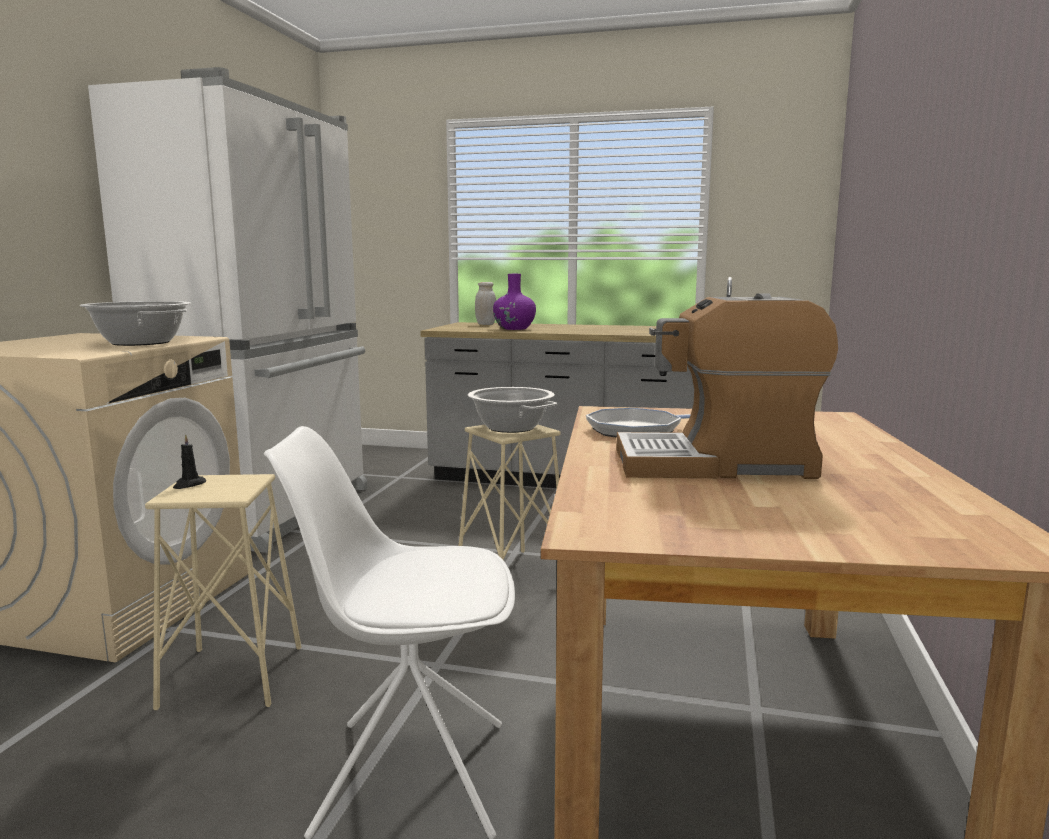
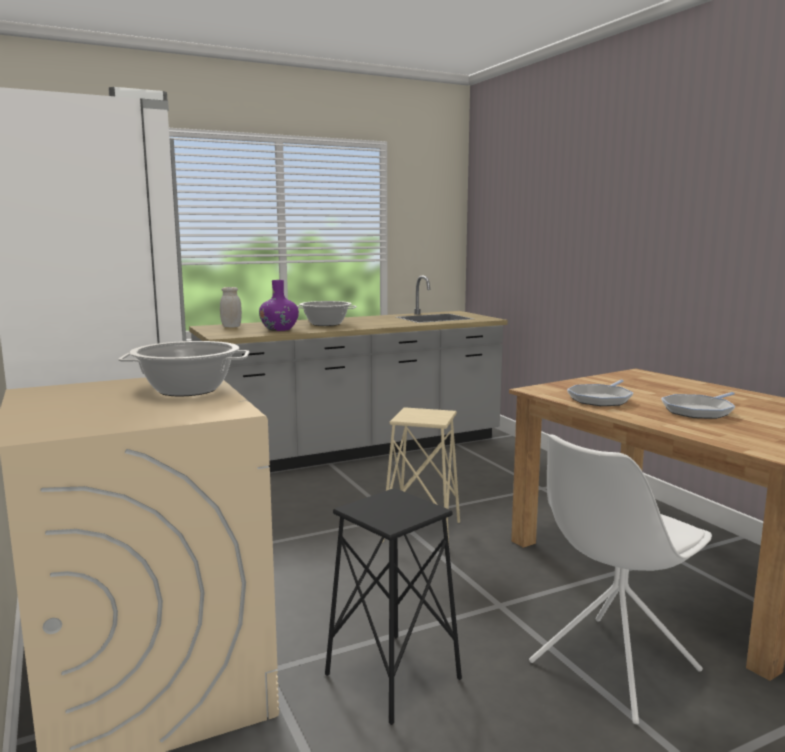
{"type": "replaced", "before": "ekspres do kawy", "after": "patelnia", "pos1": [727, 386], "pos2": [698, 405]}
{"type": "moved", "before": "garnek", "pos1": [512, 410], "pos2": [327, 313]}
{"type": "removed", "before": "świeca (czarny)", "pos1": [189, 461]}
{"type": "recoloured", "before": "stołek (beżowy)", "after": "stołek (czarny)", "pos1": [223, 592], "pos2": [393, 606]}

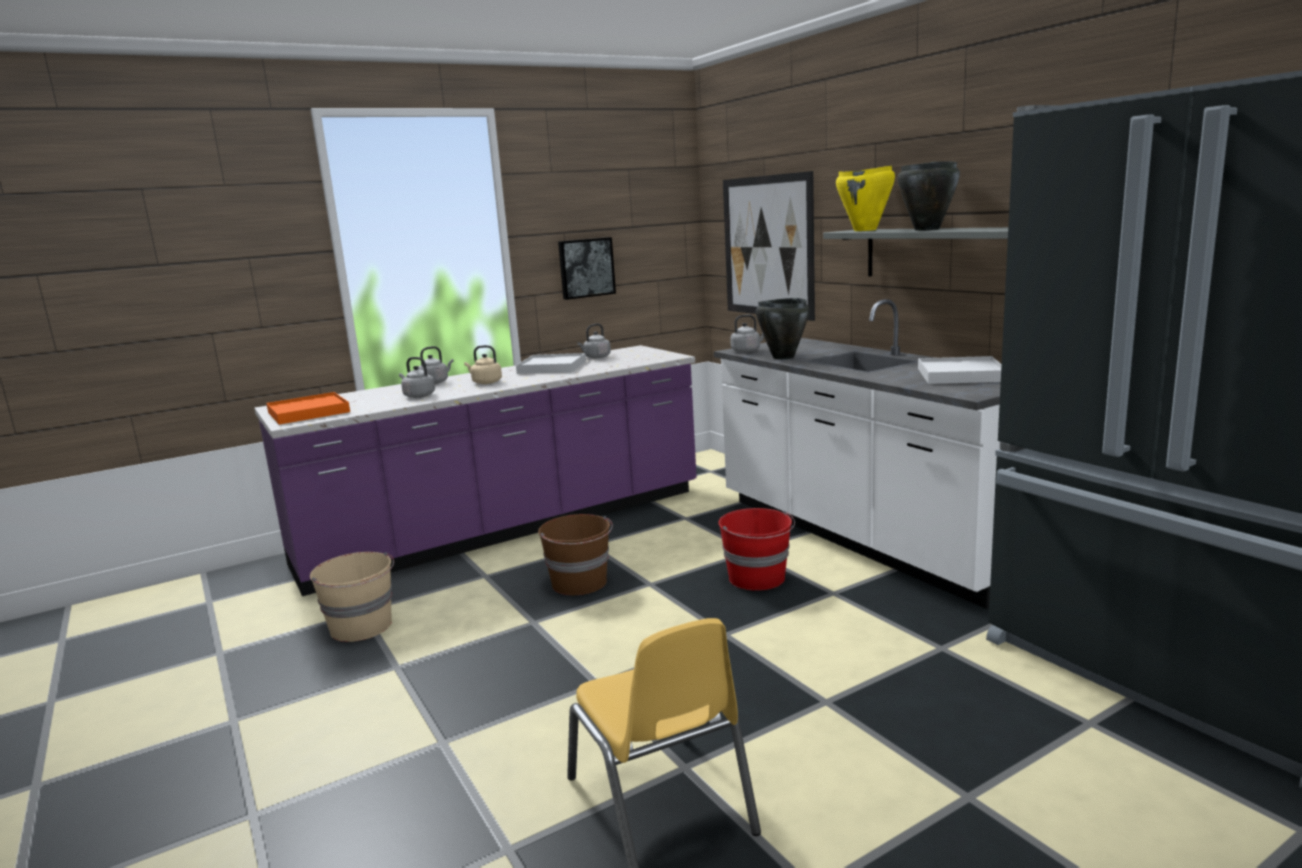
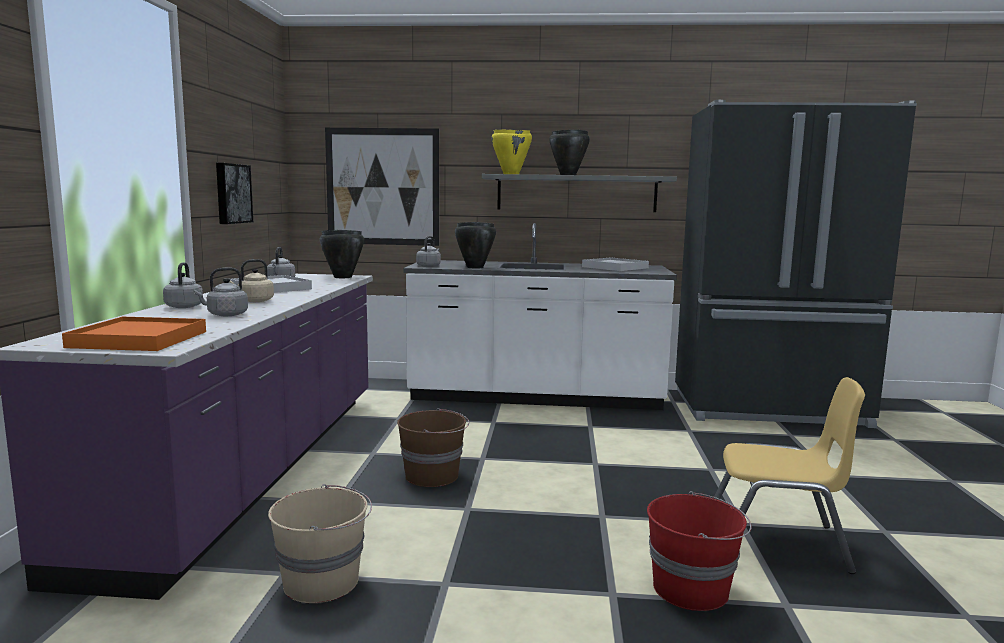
{"type": "moved", "before": "wiadro (czerwony)", "pos1": [756, 549], "pos2": [699, 551]}
{"type": "added", "after": "garnek (czarny)", "pos2": [342, 254]}

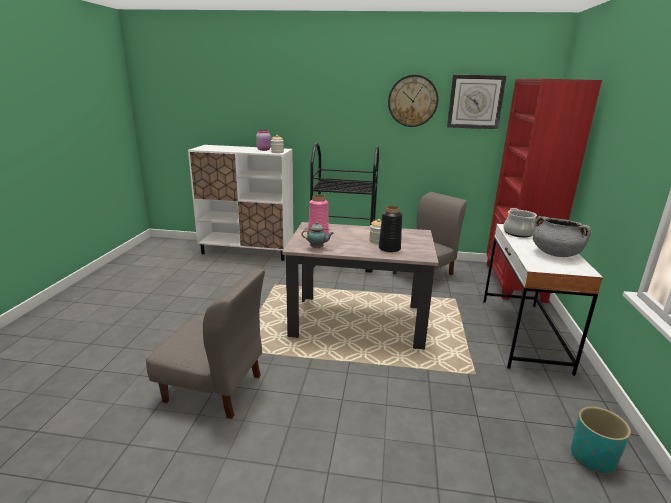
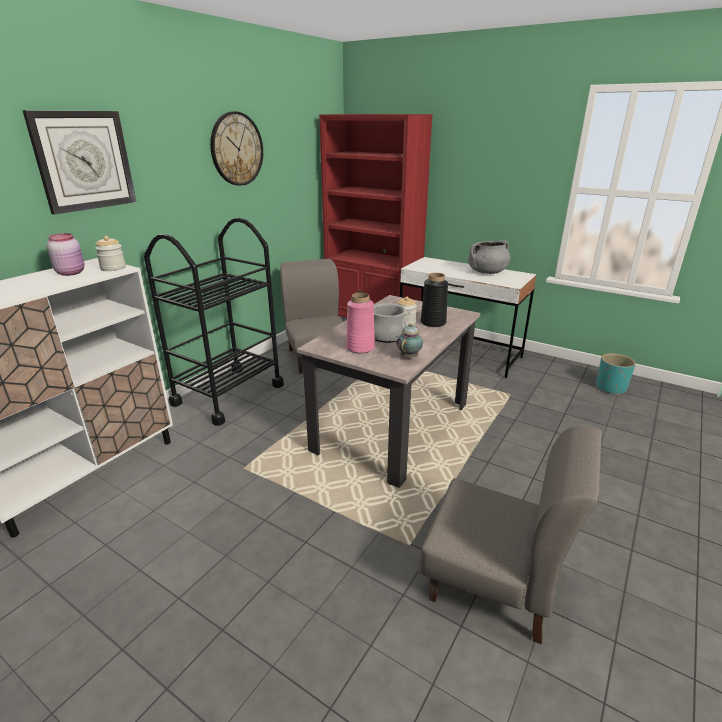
{"type": "moved", "before": "zegar ścienny", "pos1": [476, 101], "pos2": [79, 162]}
{"type": "moved", "before": "garnek", "pos1": [520, 222], "pos2": [393, 323]}
{"type": "turned", "before": "krzesło (szary)", "pos1": [205, 344], "pos2": [510, 535], "turn": 75}

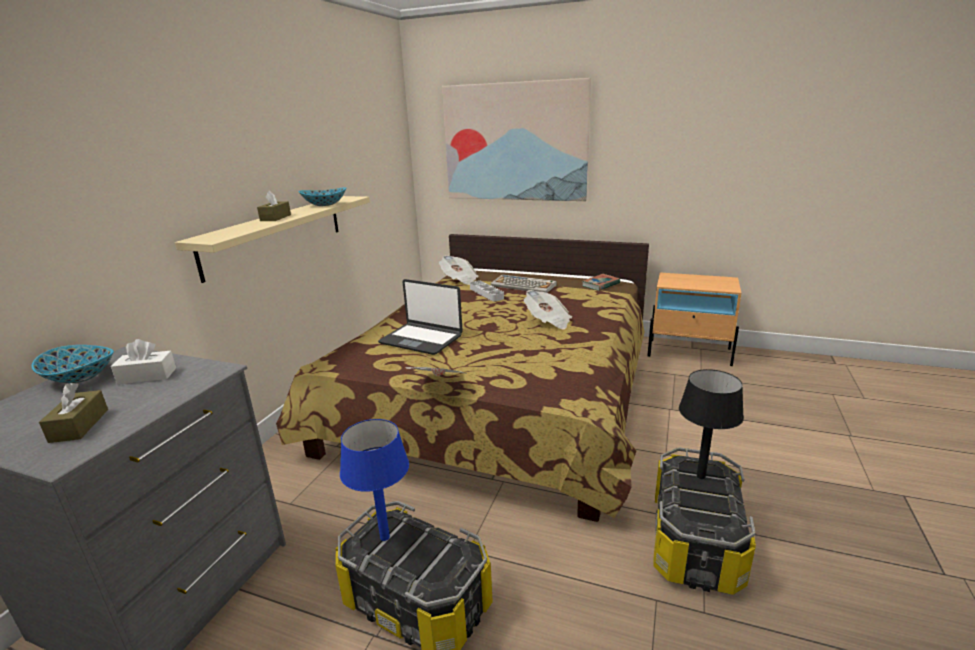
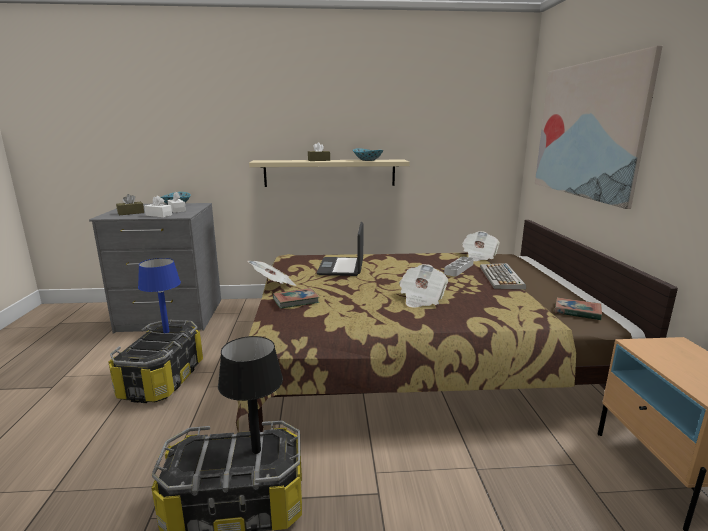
{"type": "added", "after": "pudełko chusteczek (biały)", "pos2": [158, 206]}
{"type": "added", "after": "książka", "pos2": [296, 298]}

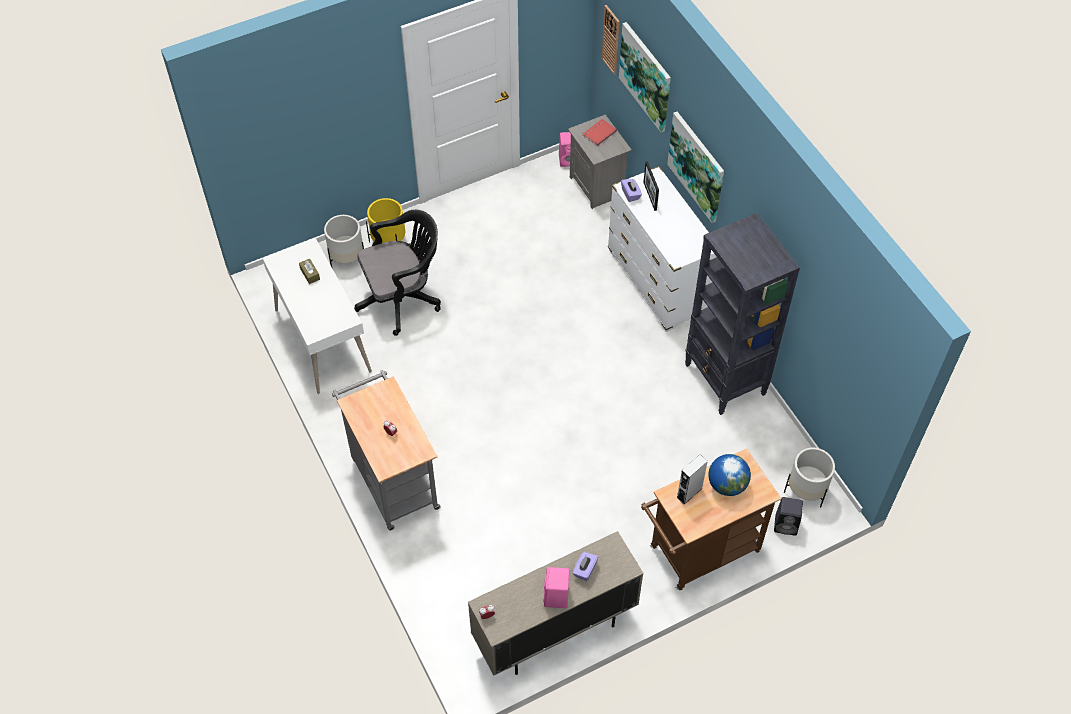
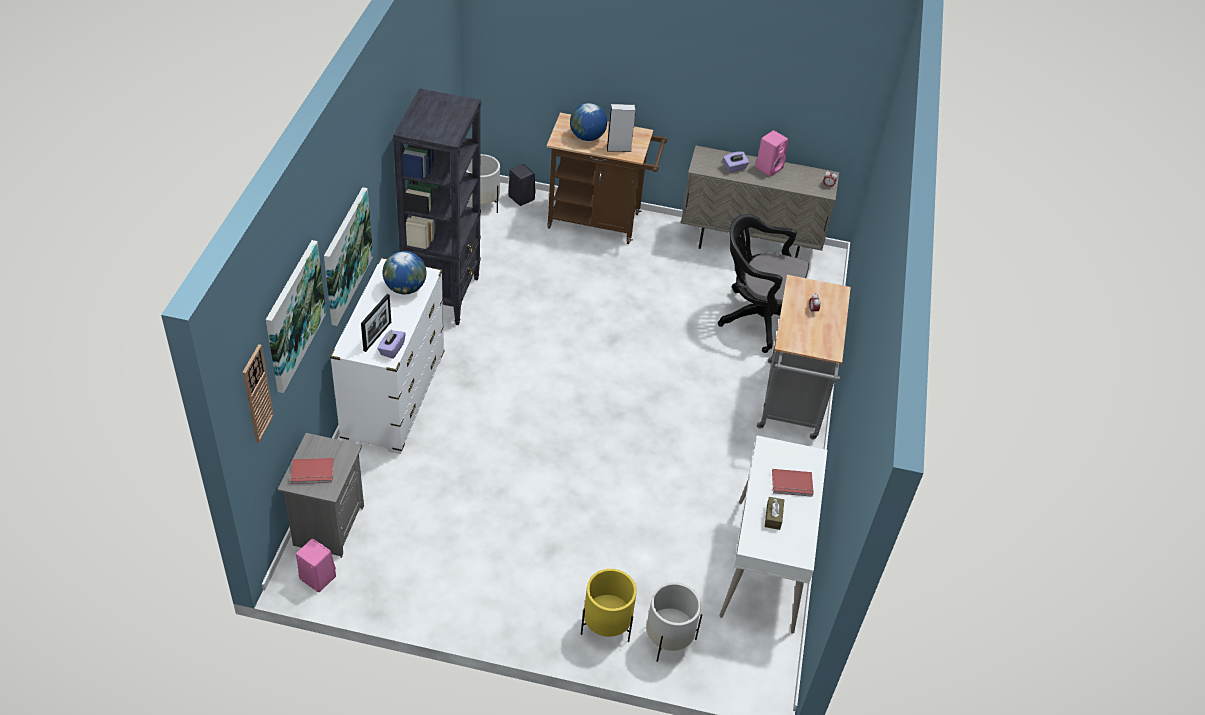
{"type": "moved", "before": "krzesło biurowe (czarny)", "pos1": [397, 273], "pos2": [763, 283]}
{"type": "added", "after": "globus", "pos2": [404, 272]}
{"type": "added", "after": "książka (czerwony)", "pos2": [793, 483]}

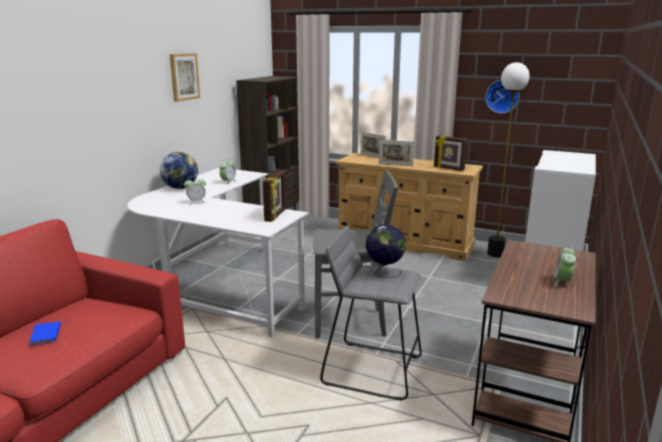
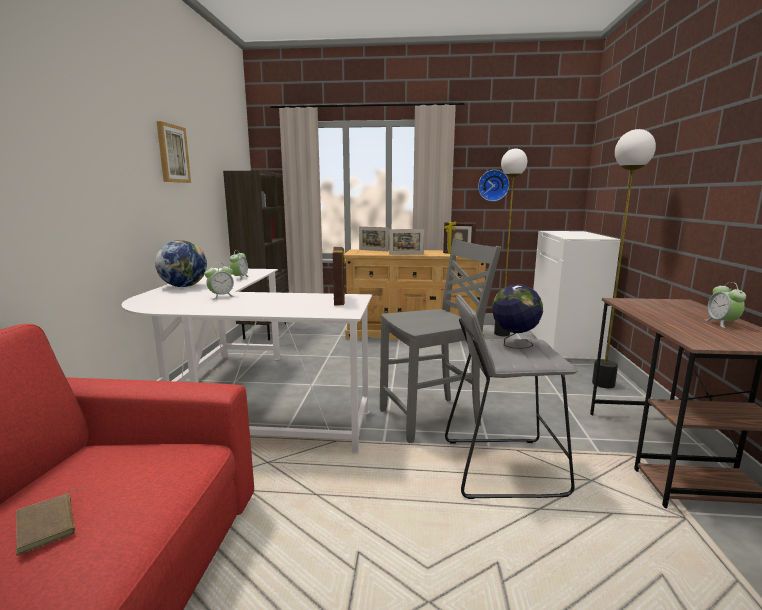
{"type": "recoloured", "before": "książka (niebieski)", "after": "książka (brązowy)", "pos1": [47, 332], "pos2": [50, 522]}
{"type": "added", "after": "lampa stojąca", "pos2": [624, 258]}

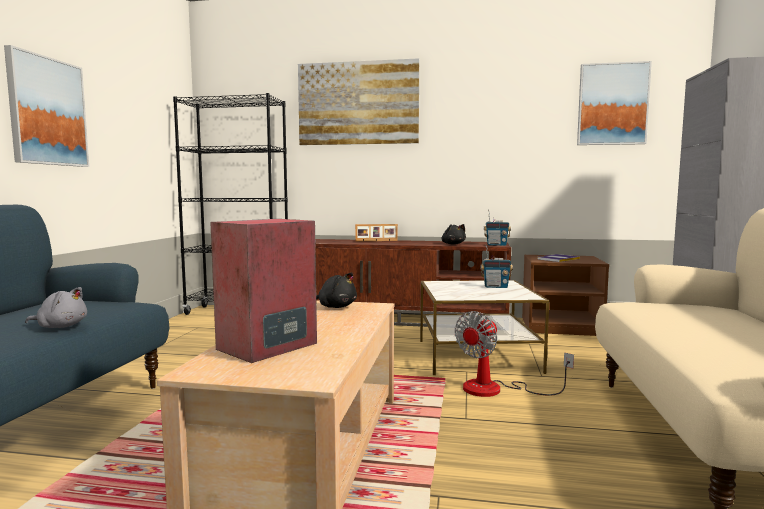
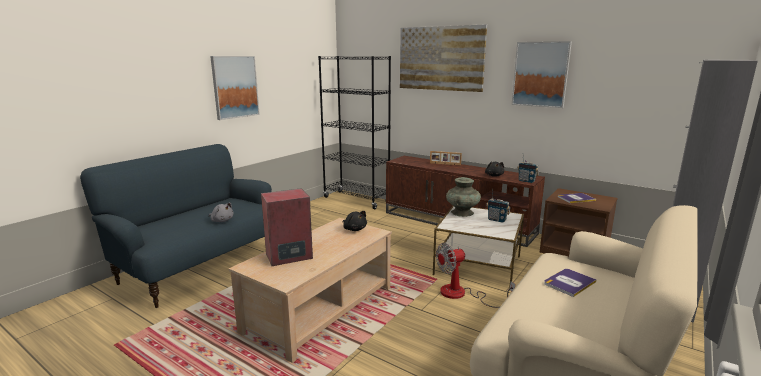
{"type": "moved", "before": "obraz", "pos1": [614, 103], "pos2": [542, 74]}
{"type": "added", "after": "wazon (turkusowy)", "pos2": [463, 197]}
{"type": "added", "after": "książka", "pos2": [570, 283]}

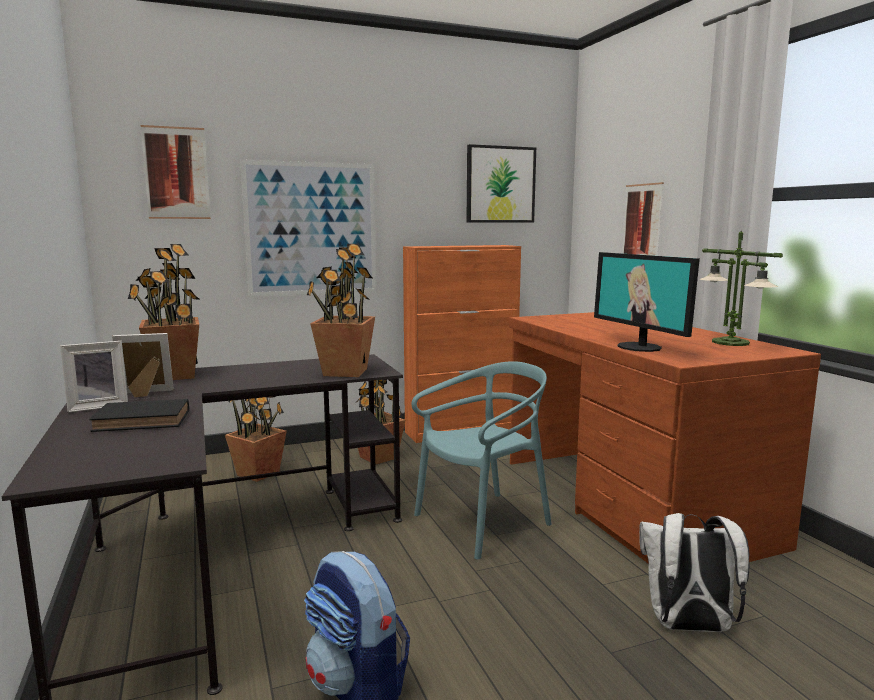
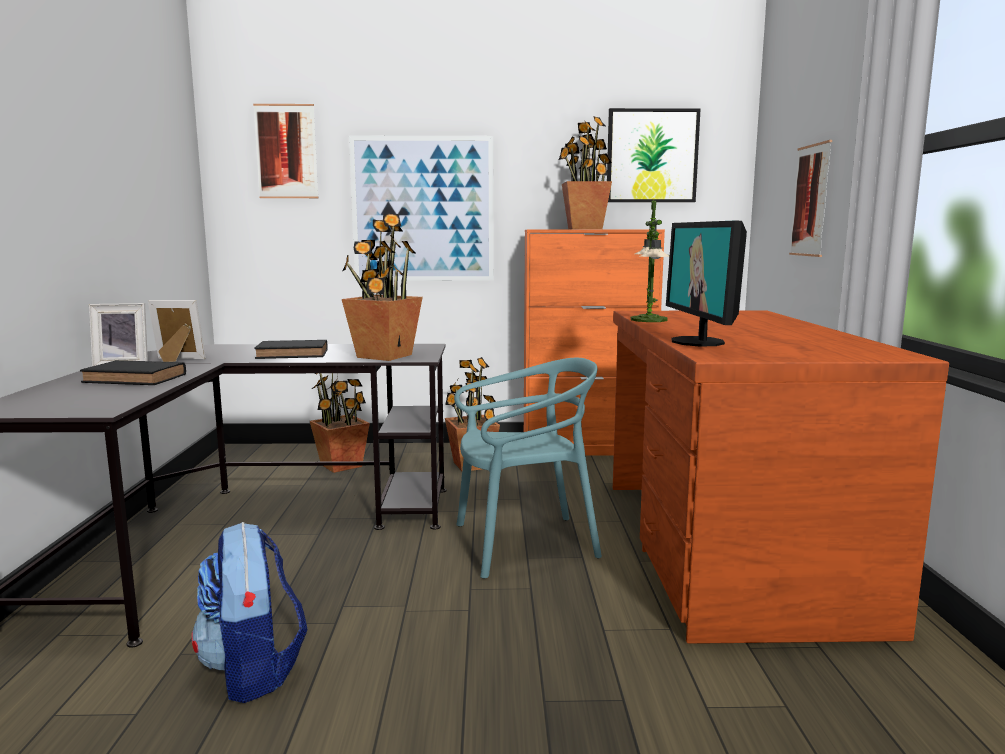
{"type": "moved", "before": "lampa stołowa", "pos1": [741, 288], "pos2": [650, 261]}
{"type": "moved", "before": "roślina doniczkowa", "pos1": [163, 312], "pos2": [585, 172]}
{"type": "removed", "before": "plecak (biały)", "pos1": [694, 572]}
{"type": "added", "after": "książka (czarny)", "pos2": [291, 349]}

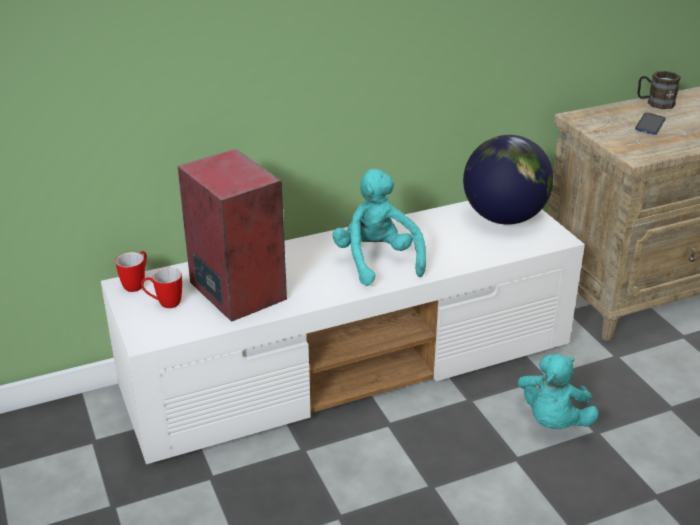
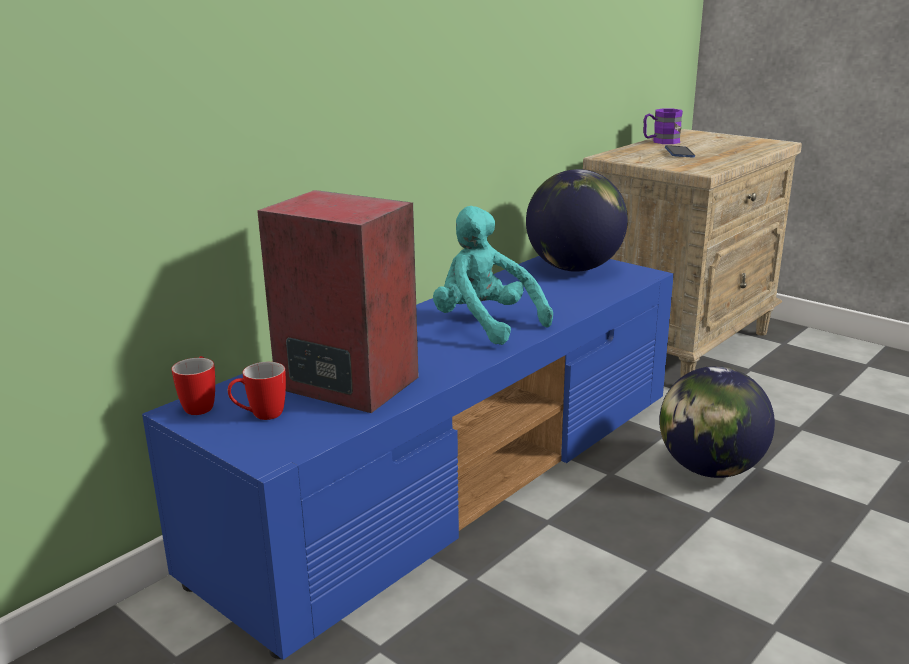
{"type": "recoloured", "before": "kubek (brązowy)", "after": "kubek (fioletowy)", "pos1": [659, 90], "pos2": [663, 126]}
{"type": "recoloured", "before": "szafka pod telewizor (biały)", "after": "szafka pod telewizor (niebieski)", "pos1": [343, 332], "pos2": [408, 458]}
{"type": "replaced", "before": "pluszak (turkusowy)", "after": "globus", "pos1": [558, 391], "pos2": [717, 422]}

